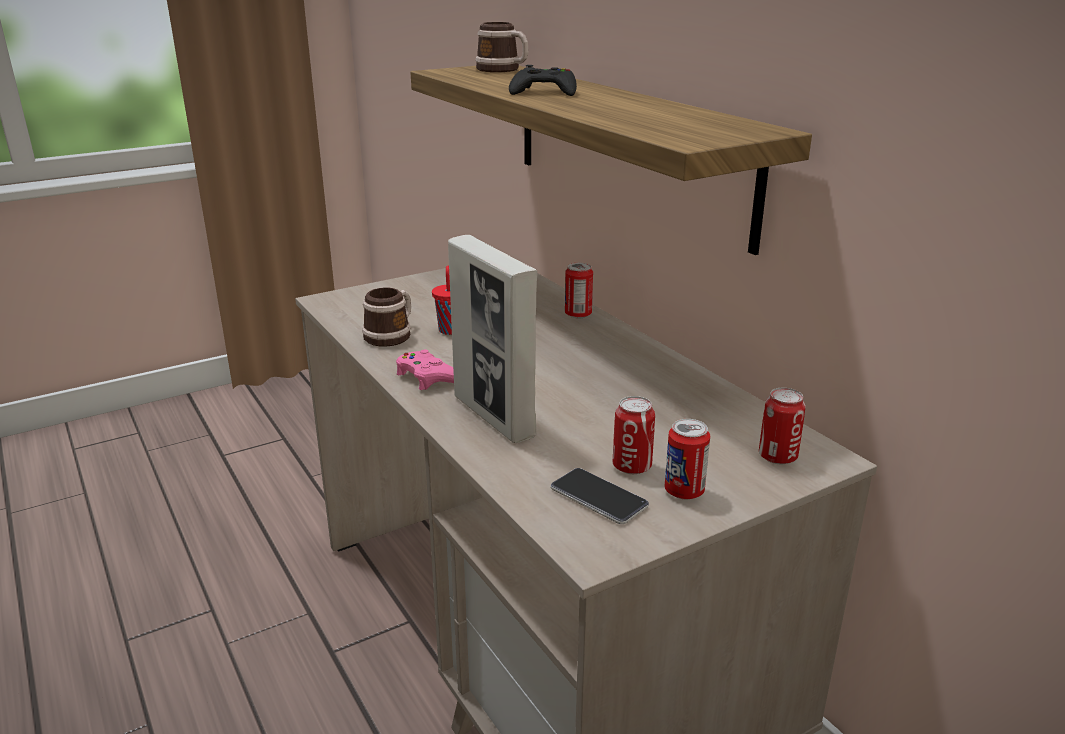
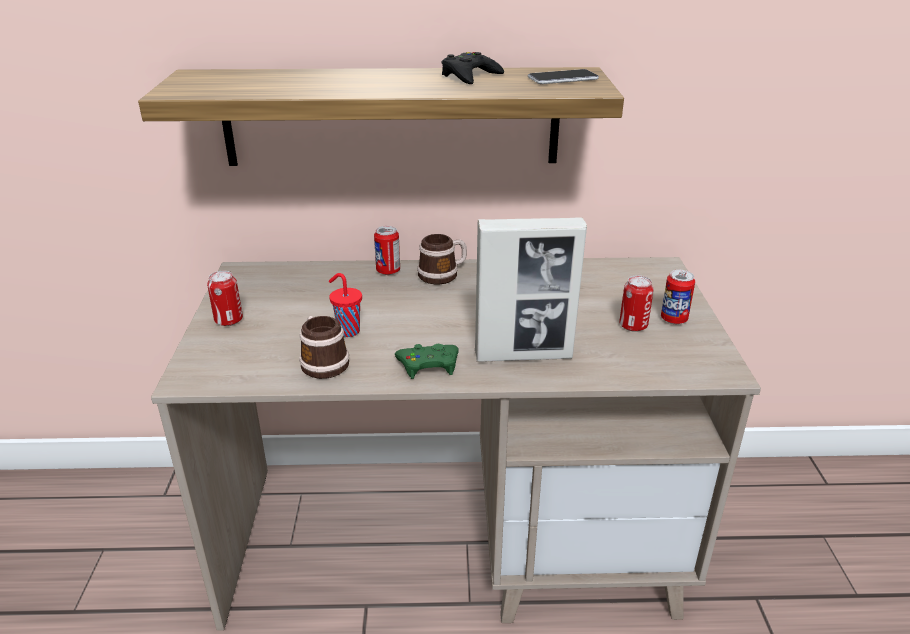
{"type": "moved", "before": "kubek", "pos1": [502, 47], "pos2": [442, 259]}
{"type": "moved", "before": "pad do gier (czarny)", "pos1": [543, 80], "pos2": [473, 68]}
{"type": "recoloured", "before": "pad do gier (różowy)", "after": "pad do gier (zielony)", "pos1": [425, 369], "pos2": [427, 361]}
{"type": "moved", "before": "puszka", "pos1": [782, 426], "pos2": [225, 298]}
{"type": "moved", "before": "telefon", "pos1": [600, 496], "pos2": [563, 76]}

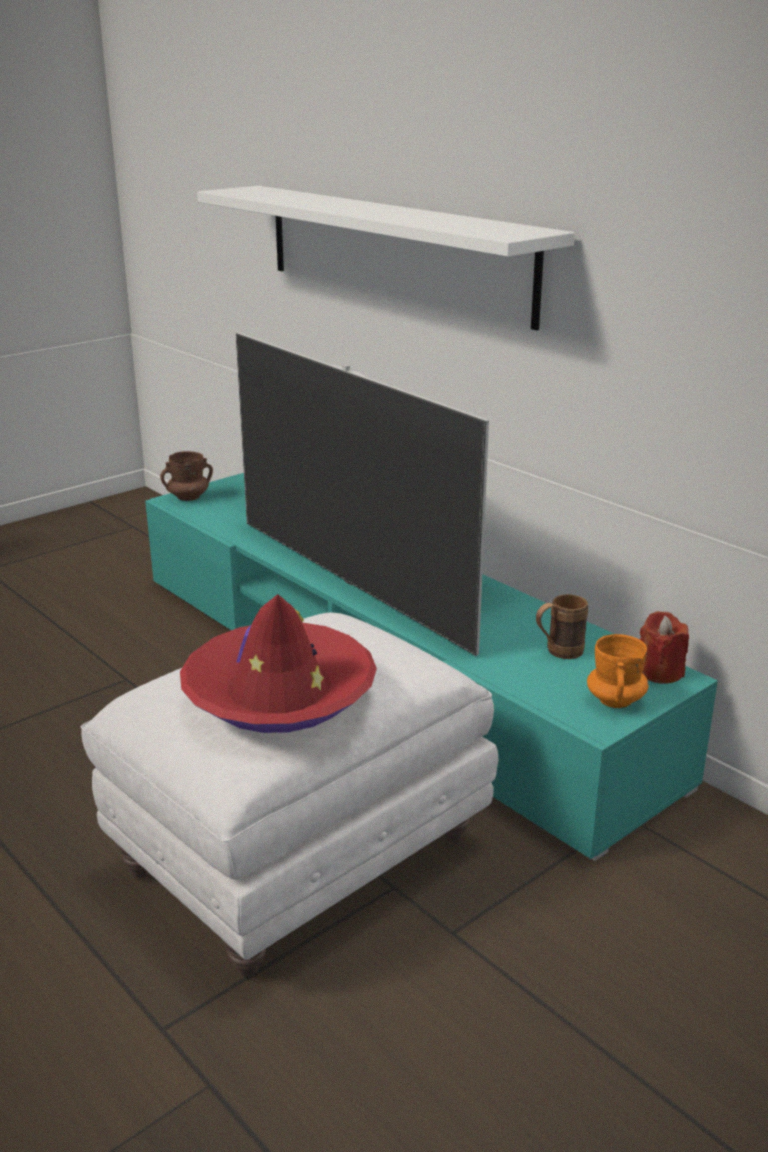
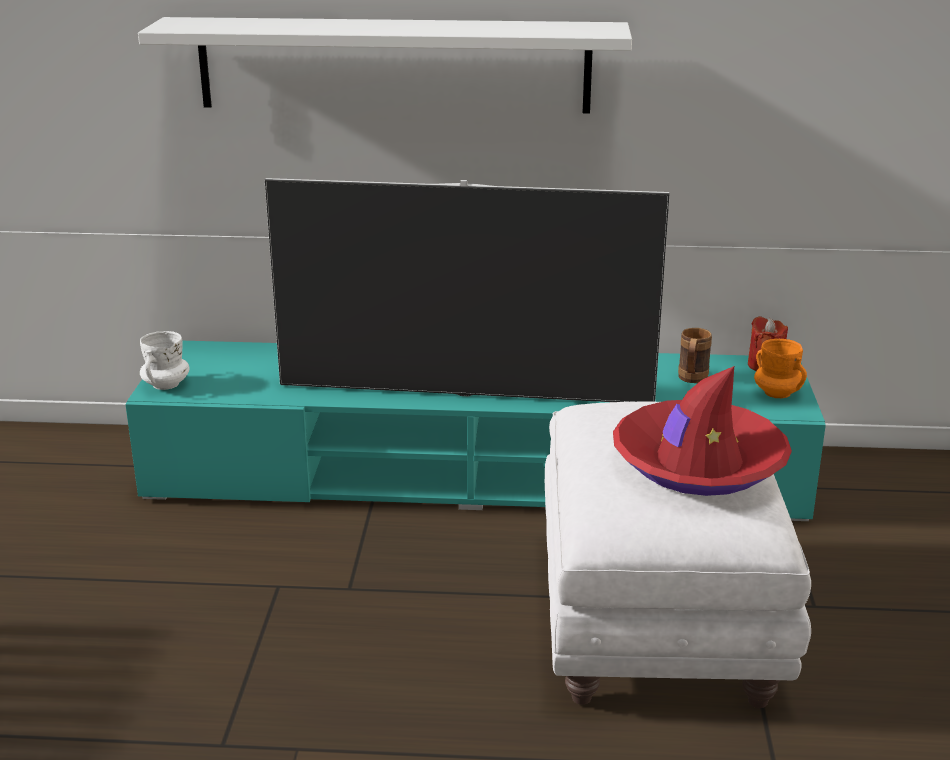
{"type": "recoloured", "before": "kubek (brązowy)", "after": "kubek (biały)", "pos1": [186, 476], "pos2": [164, 360]}

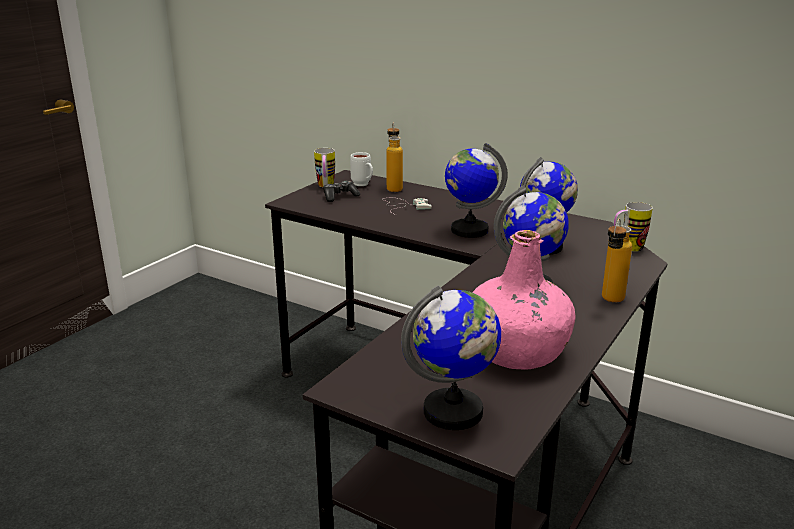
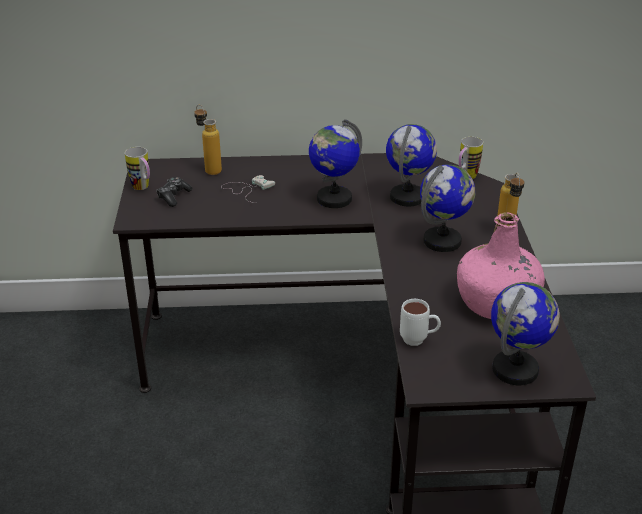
{"type": "moved", "before": "kubek (biały)", "pos1": [361, 169], "pos2": [420, 322]}

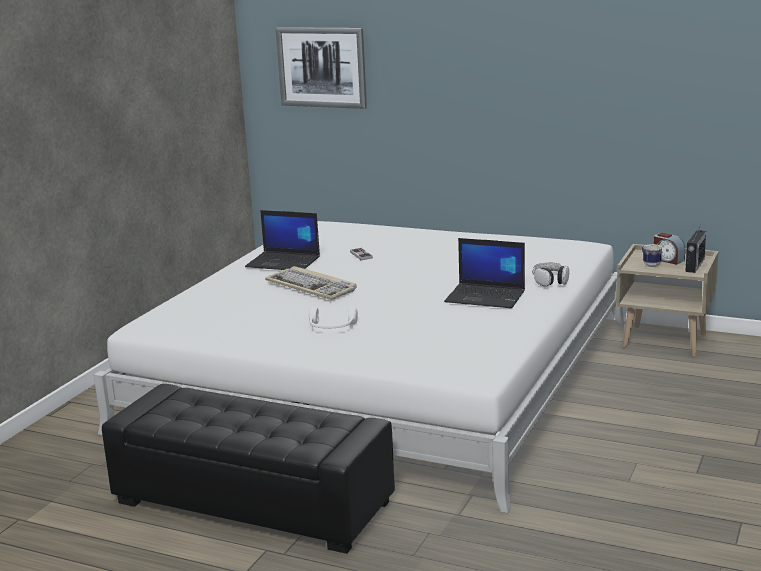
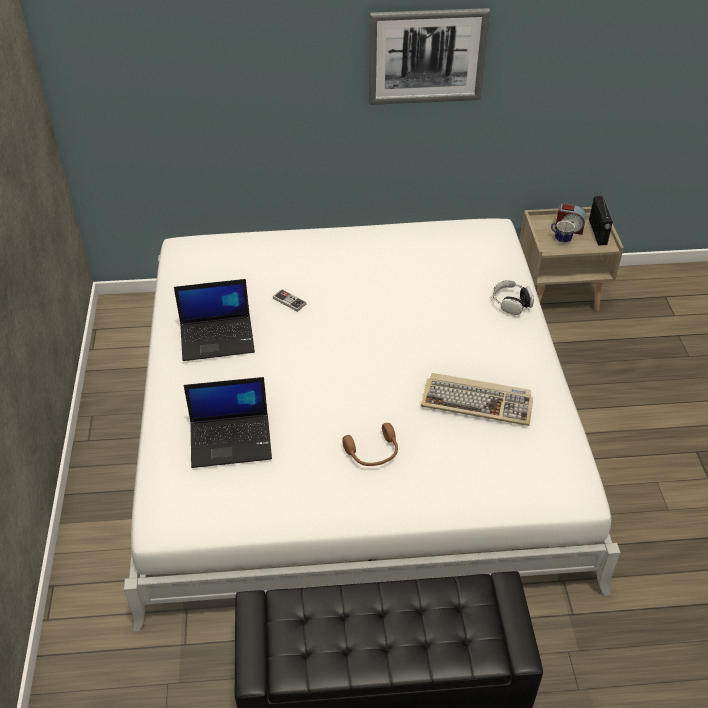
{"type": "moved", "before": "obraz", "pos1": [321, 68], "pos2": [429, 56]}
{"type": "moved", "before": "laptop", "pos1": [484, 273], "pos2": [228, 422]}
{"type": "moved", "before": "klawiatura", "pos1": [310, 283], "pos2": [477, 399]}
{"type": "recoloured", "before": "słuchawki (biały)", "after": "słuchawki (brązowy)", "pos1": [333, 317], "pos2": [370, 444]}

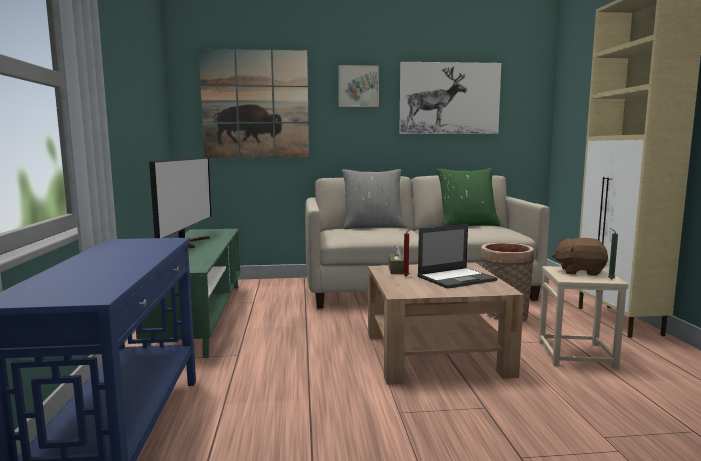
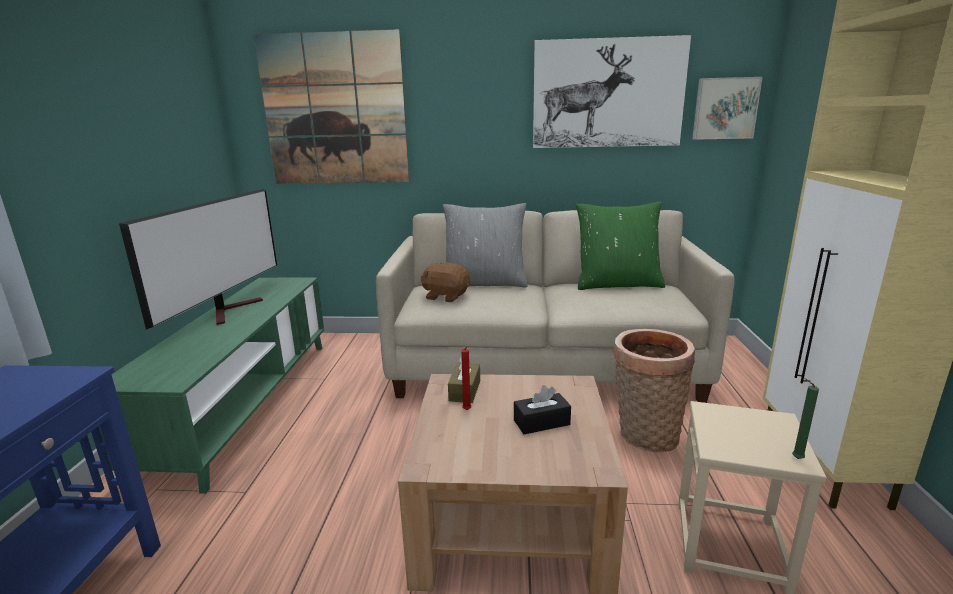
{"type": "moved", "before": "obraz", "pos1": [358, 86], "pos2": [727, 108]}
{"type": "replaced", "before": "laptop", "after": "pudełko chusteczek (czarny)", "pos1": [457, 256], "pos2": [542, 409]}
{"type": "moved", "before": "pluszak (brązowy)", "pos1": [579, 257], "pos2": [445, 282]}

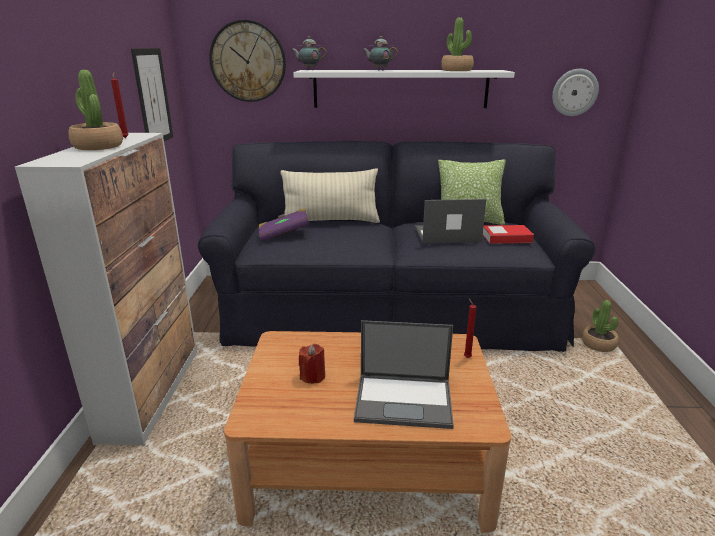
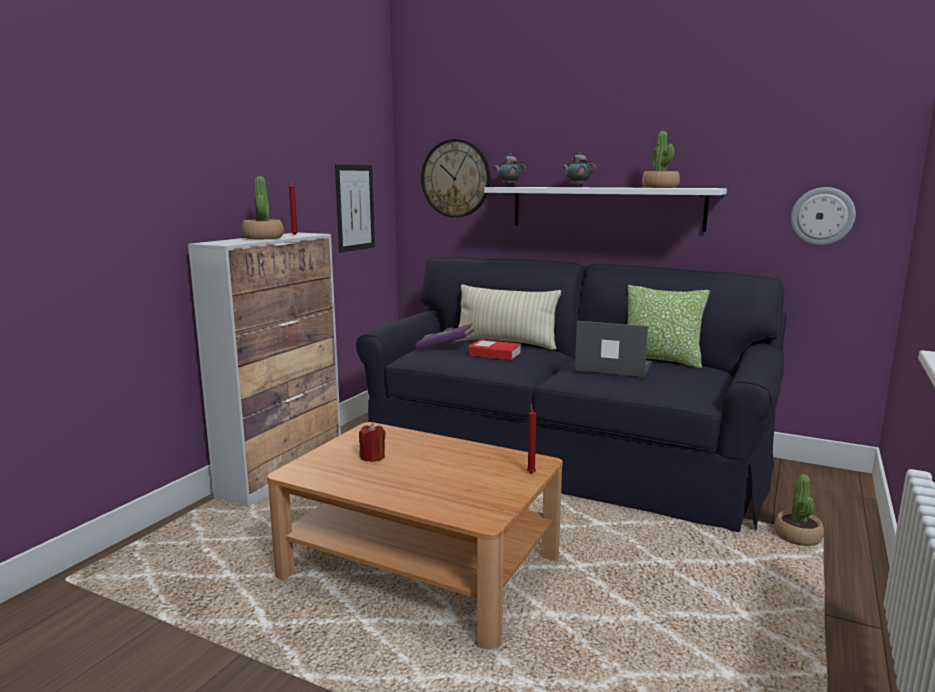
{"type": "moved", "before": "książka", "pos1": [508, 234], "pos2": [495, 350]}
{"type": "removed", "before": "laptop", "pos1": [404, 374]}

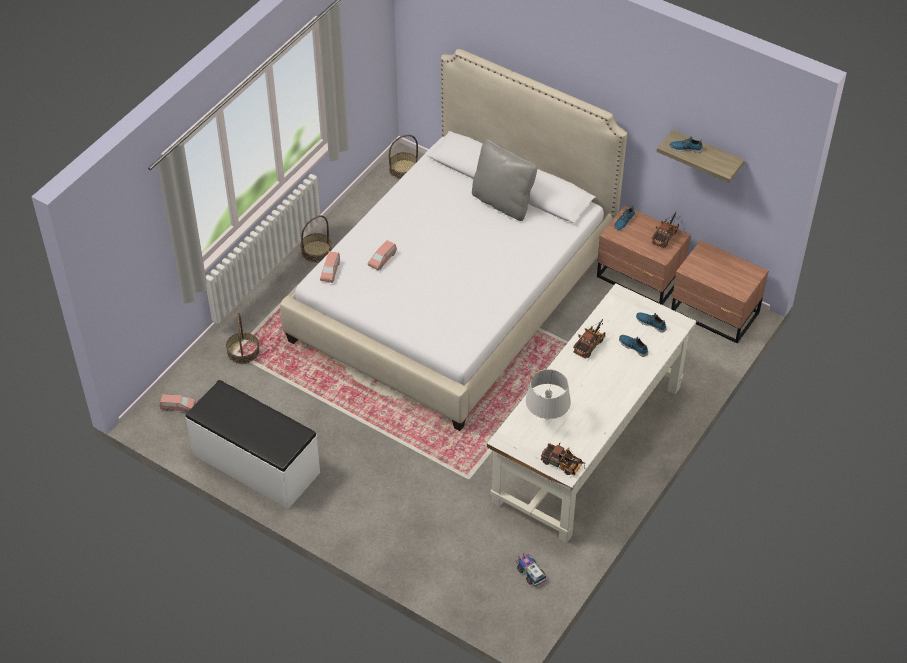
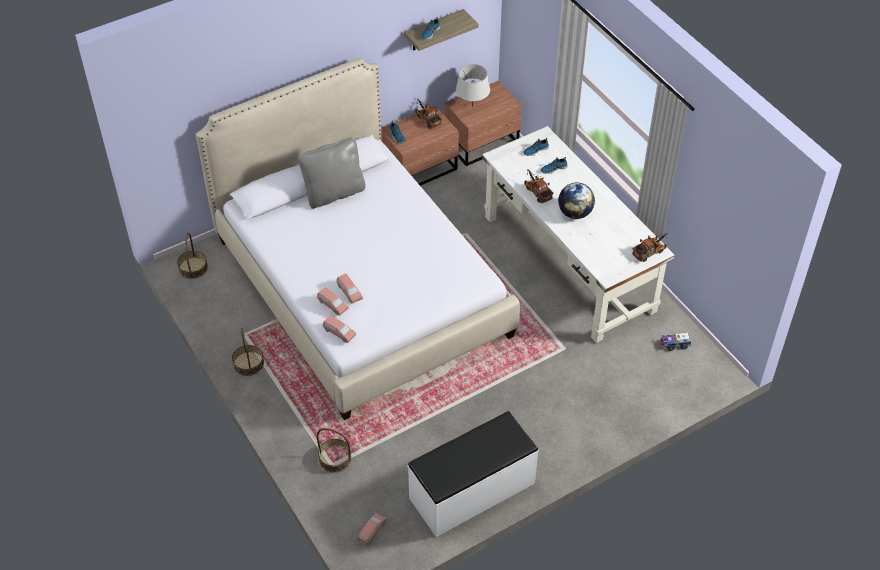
{"type": "moved", "before": "lampa stołowa (szary)", "pos1": [548, 394], "pos2": [473, 85]}
{"type": "added", "after": "globus", "pos2": [576, 200]}
{"type": "added", "after": "samochodzik (różowy)", "pos2": [333, 301]}

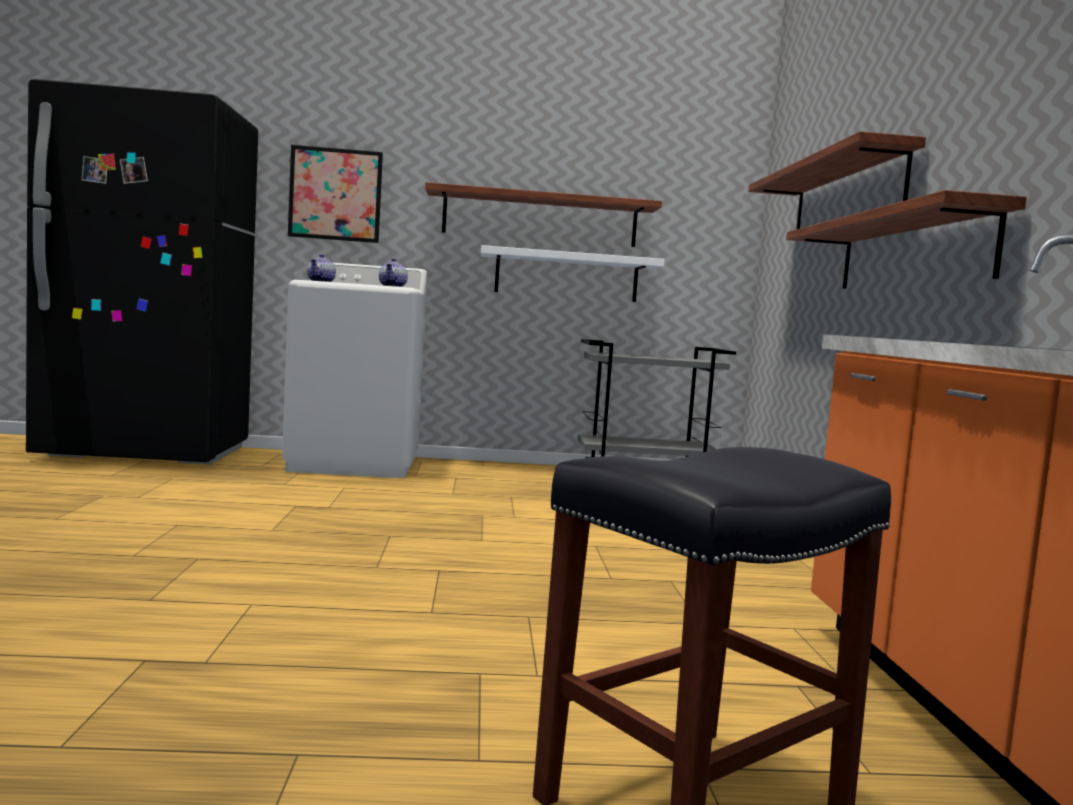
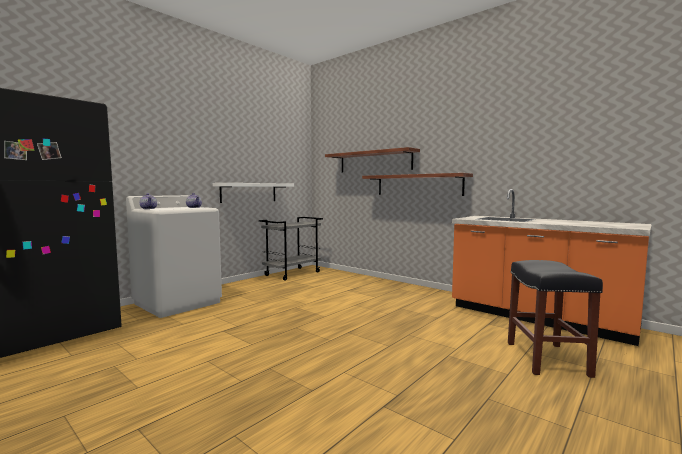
{"type": "removed", "before": "obraz", "pos1": [335, 194]}
{"type": "removed", "before": "półka", "pos1": [543, 214]}

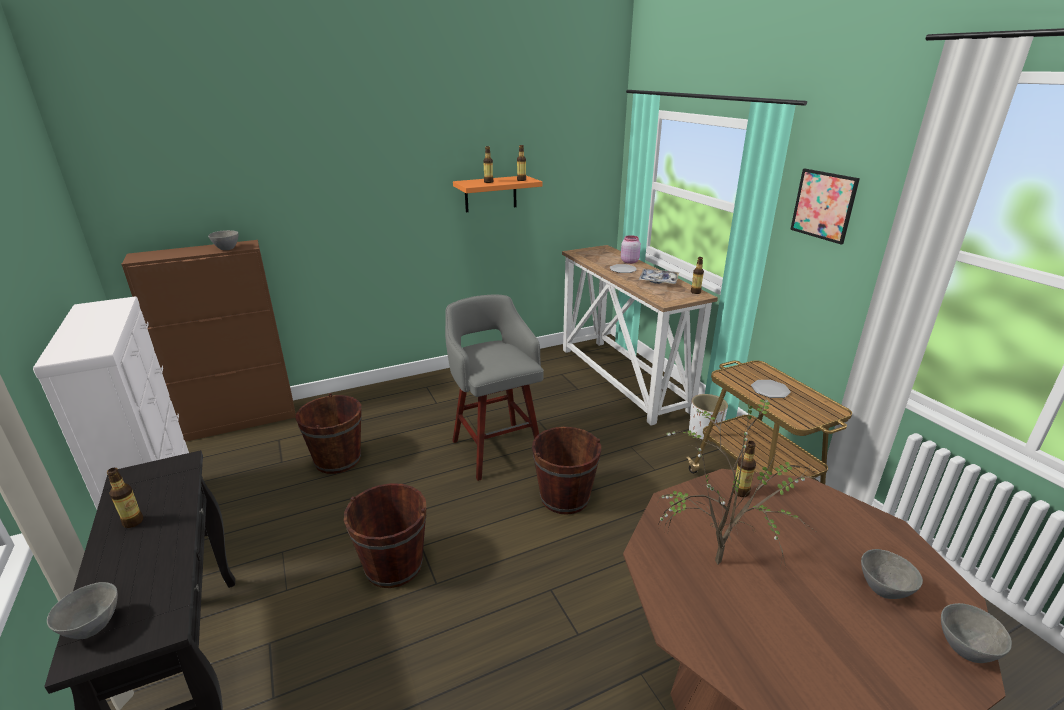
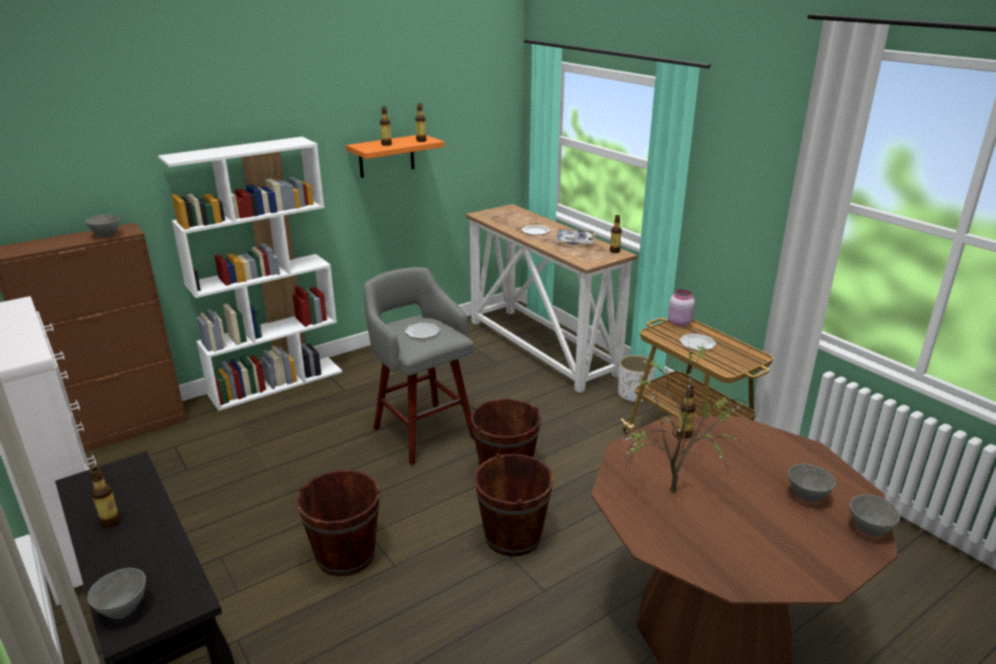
{"type": "removed", "before": "obraz", "pos1": [825, 207]}
{"type": "moved", "before": "słoik (różowy)", "pos1": [631, 249], "pos2": [681, 308]}
{"type": "moved", "before": "wiadro (brązowy)", "pos1": [328, 433], "pos2": [514, 504]}
{"type": "added", "after": "regał (biały)", "pos2": [250, 274]}
{"type": "added", "after": "talerz", "pos2": [422, 330]}

